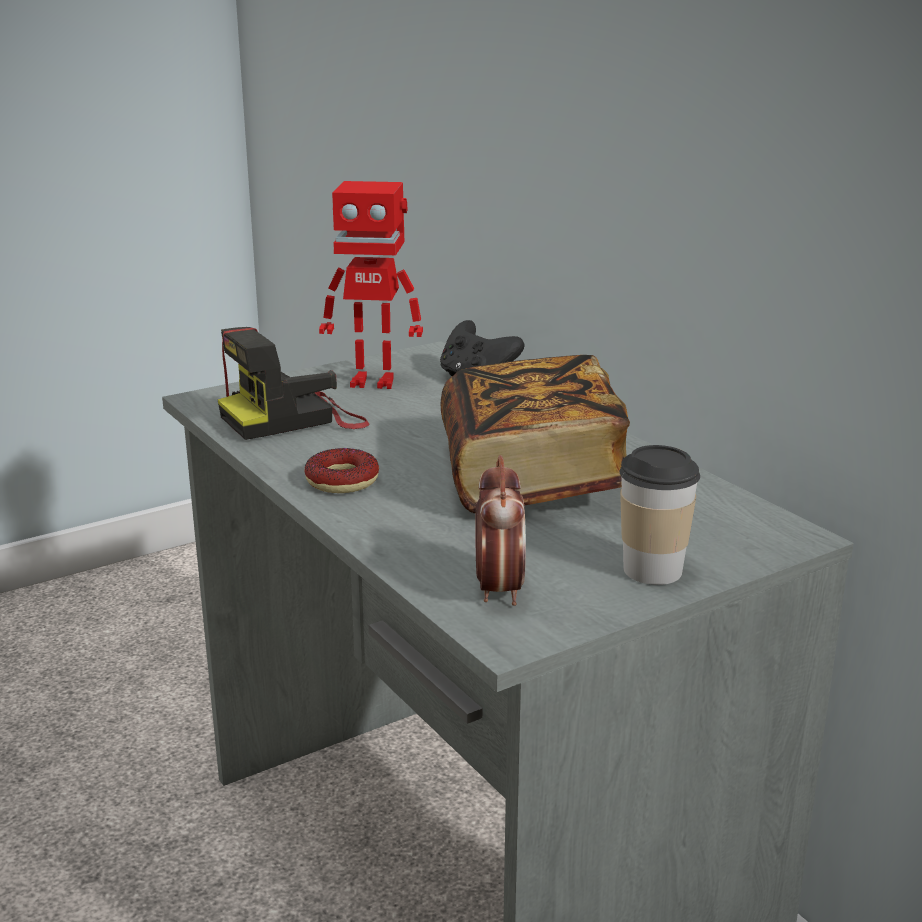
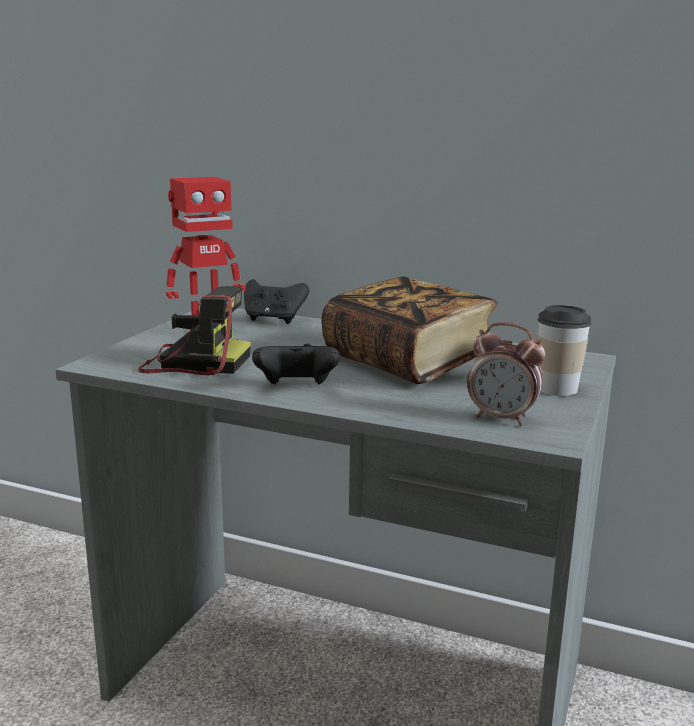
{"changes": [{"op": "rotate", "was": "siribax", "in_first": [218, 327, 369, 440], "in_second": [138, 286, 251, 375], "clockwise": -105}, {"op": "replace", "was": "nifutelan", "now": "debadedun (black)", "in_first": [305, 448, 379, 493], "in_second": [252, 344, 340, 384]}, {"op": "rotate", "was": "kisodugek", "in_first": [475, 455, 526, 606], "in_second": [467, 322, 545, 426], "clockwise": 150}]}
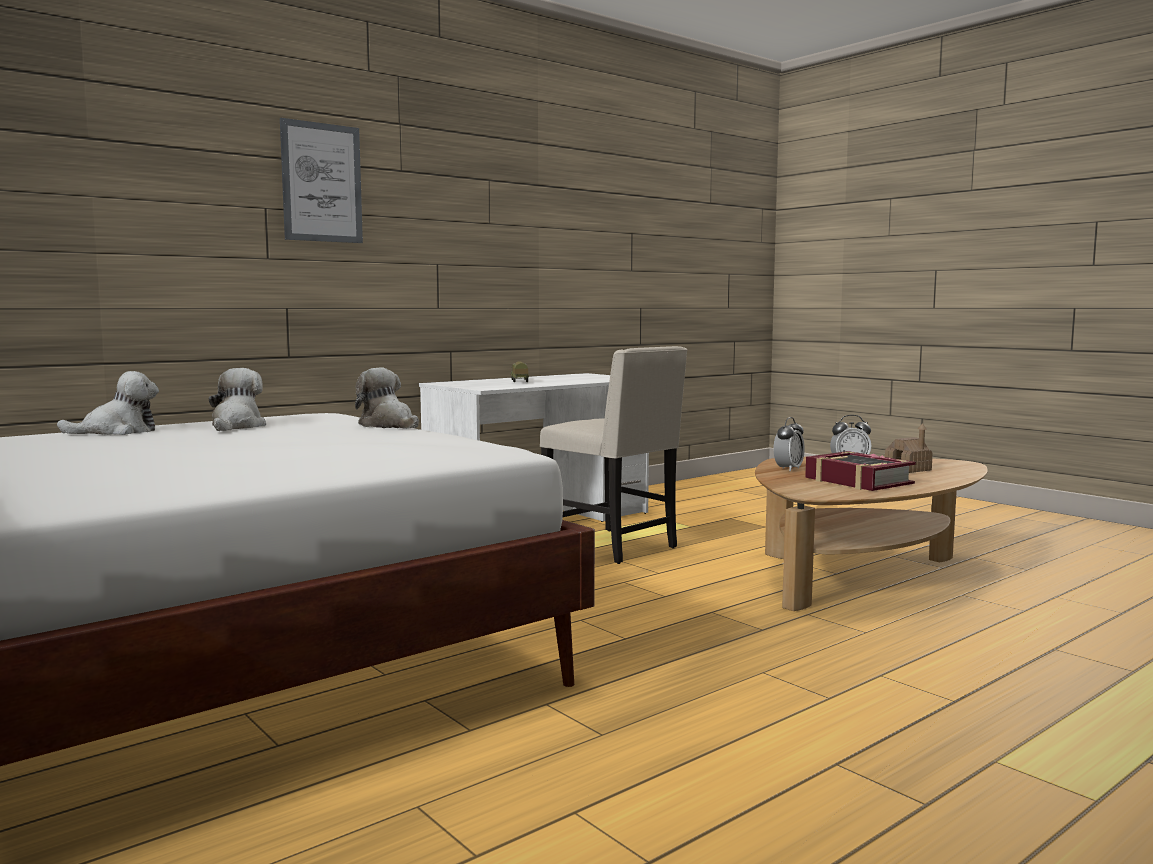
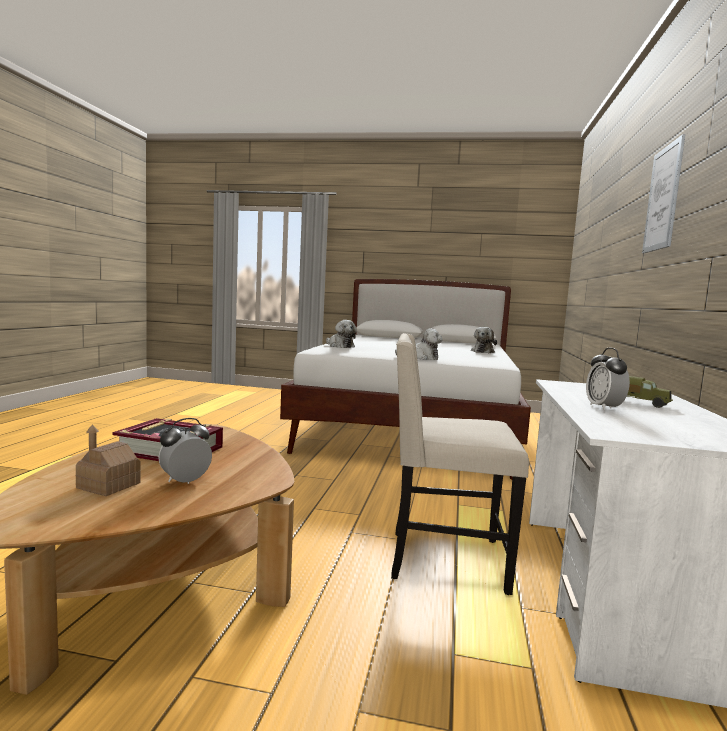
{"changes": [{"op": "move", "was": "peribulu", "in_first": [209, 368, 266, 431], "in_second": [326, 320, 357, 348]}, {"op": "move", "was": "kisodugek", "in_first": [774, 417, 805, 471], "in_second": [586, 348, 630, 411]}]}
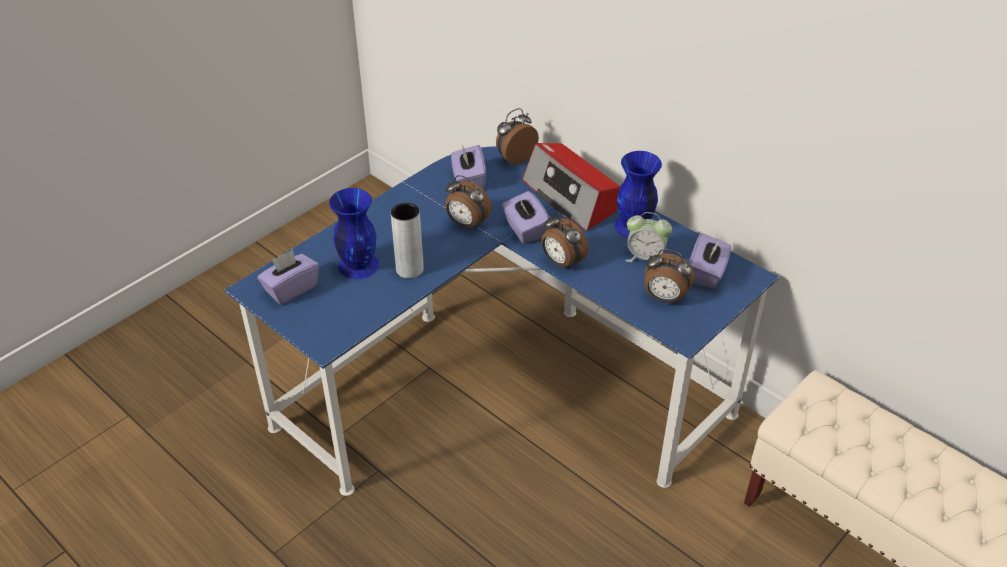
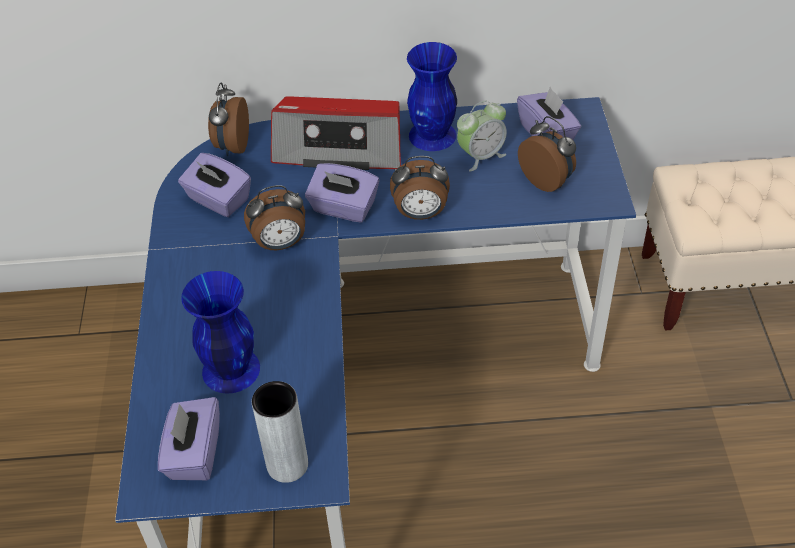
{"changes": [{"op": "move", "was": "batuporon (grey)", "in_first": [391, 203, 424, 278], "in_second": [252, 381, 308, 483]}, {"op": "rotate", "was": "kisodugek", "in_first": [644, 249, 694, 303], "in_second": [518, 116, 576, 192], "clockwise": -105}]}
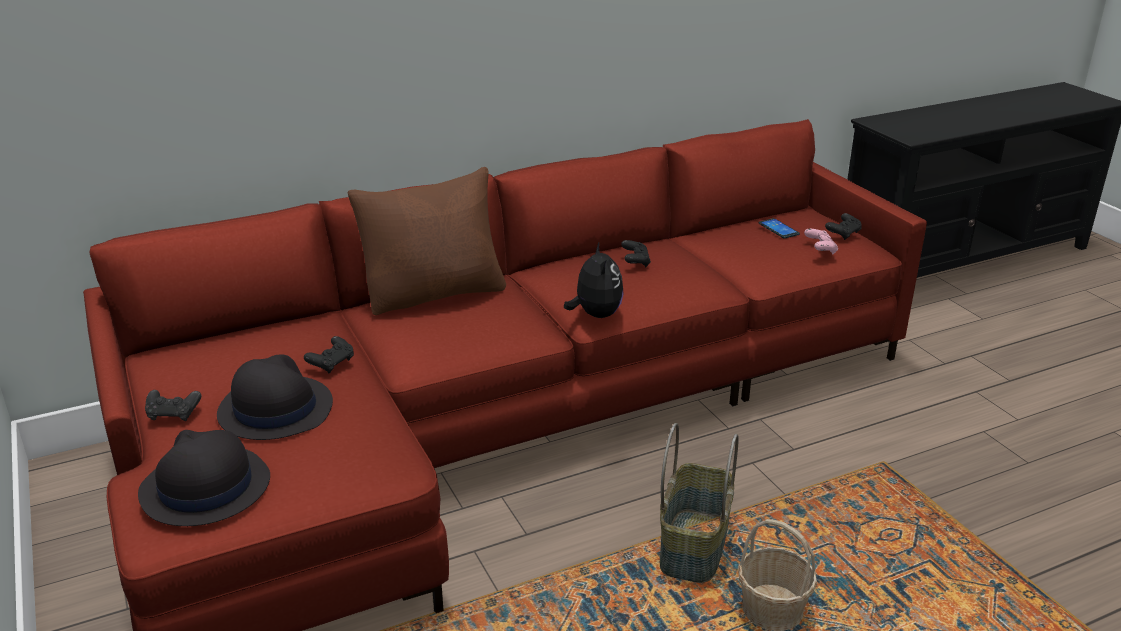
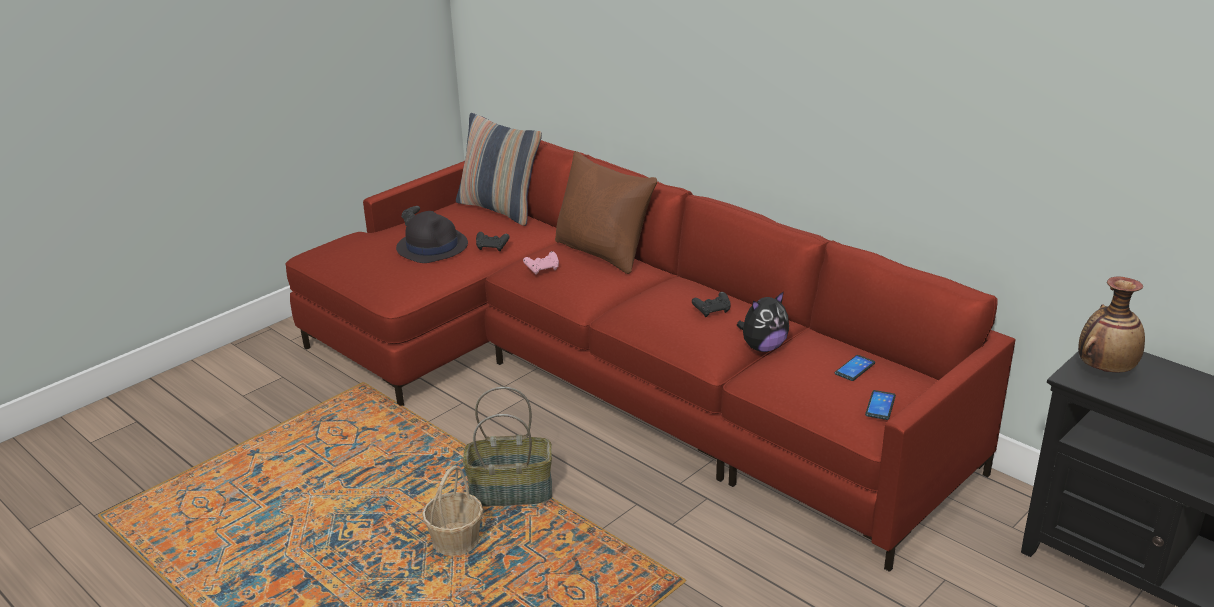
{"changes": [{"op": "insert", "now": "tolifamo", "in_second": [456, 113, 542, 226]}, {"op": "move", "was": "debadedun (pink)", "in_first": [804, 229, 838, 254], "in_second": [523, 251, 559, 275]}, {"op": "move", "was": "peribulu", "in_first": [564, 243, 623, 318], "in_second": [736, 291, 789, 352]}, {"op": "replace", "was": "debadedun (black)", "now": "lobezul", "in_first": [825, 213, 862, 240], "in_second": [865, 390, 896, 420]}, {"op": "insert", "now": "batuporon", "in_second": [1078, 276, 1145, 372]}, {"op": "delete", "was": "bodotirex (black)", "in_first": [138, 430, 270, 526]}]}
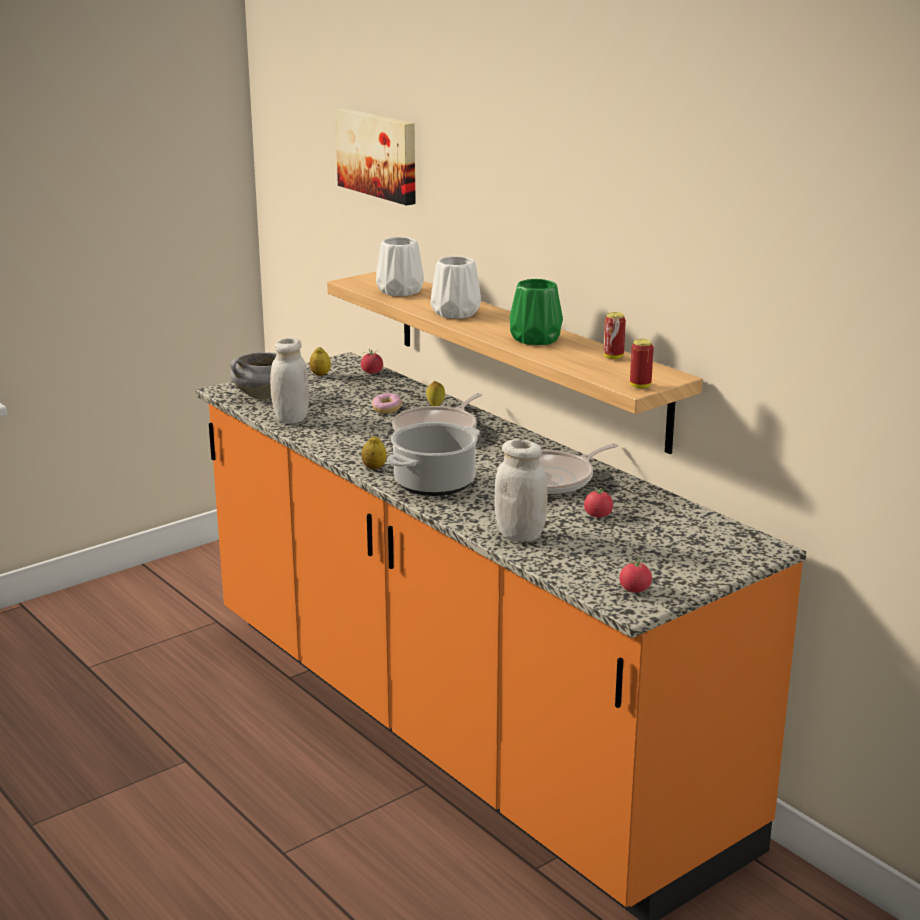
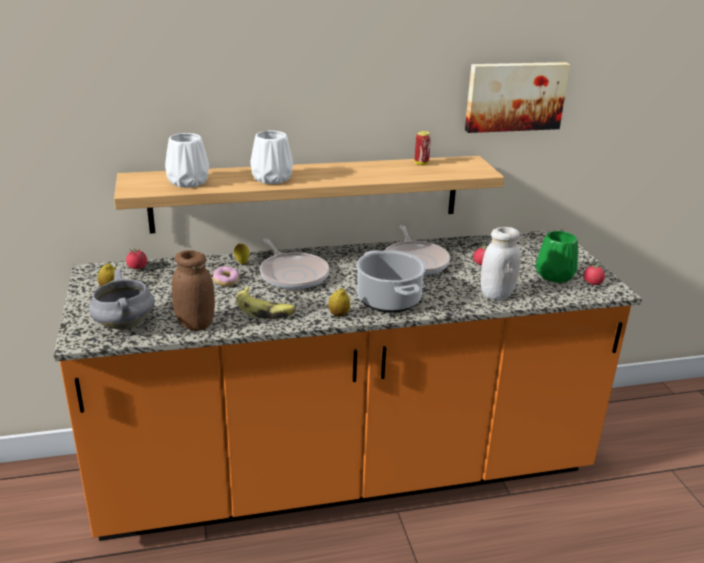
{"changes": [{"op": "recolor", "was": "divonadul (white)", "now": "divonadul (brown)", "in_first": [270, 338, 309, 424], "in_second": [172, 250, 215, 330]}, {"op": "insert", "now": "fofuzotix", "in_second": [236, 287, 296, 319]}, {"op": "move", "was": "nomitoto", "in_first": [335, 108, 416, 206], "in_second": [465, 62, 570, 133]}, {"op": "move", "was": "batuporon (green)", "in_first": [510, 279, 563, 345], "in_second": [535, 231, 578, 283]}, {"op": "delete", "was": "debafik", "in_first": [630, 339, 654, 388]}]}
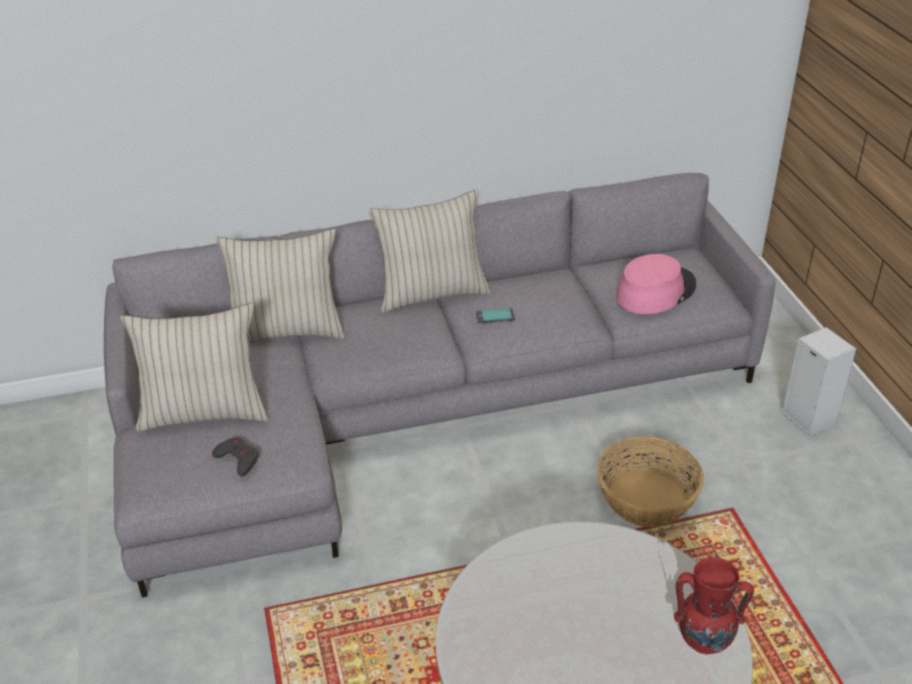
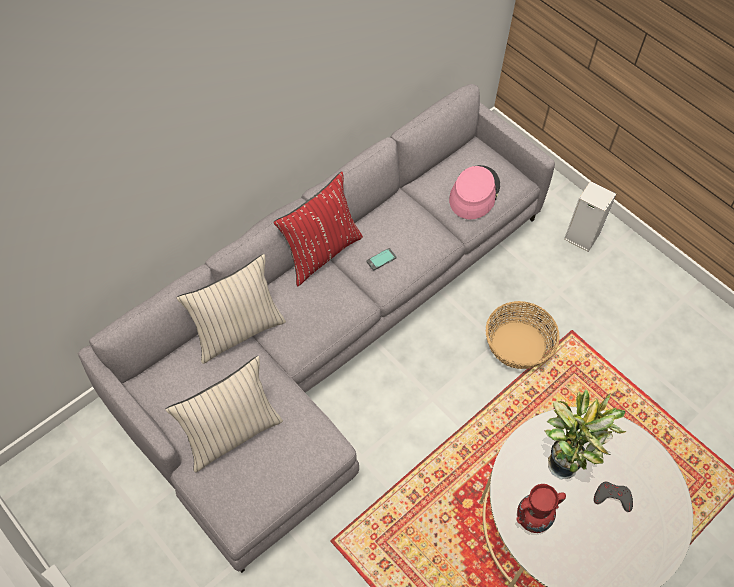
{"changes": [{"op": "recolor", "was": "tolifamo (beige)", "now": "tolifamo (red)", "in_first": [368, 190, 490, 313], "in_second": [273, 171, 363, 286]}, {"op": "move", "was": "batuporon (red)", "in_first": [674, 557, 754, 654], "in_second": [516, 484, 566, 533]}, {"op": "insert", "now": "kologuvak", "in_second": [545, 389, 627, 479]}, {"op": "move", "was": "debadedun (grey)", "in_first": [212, 438, 259, 476], "in_second": [594, 482, 633, 512]}]}
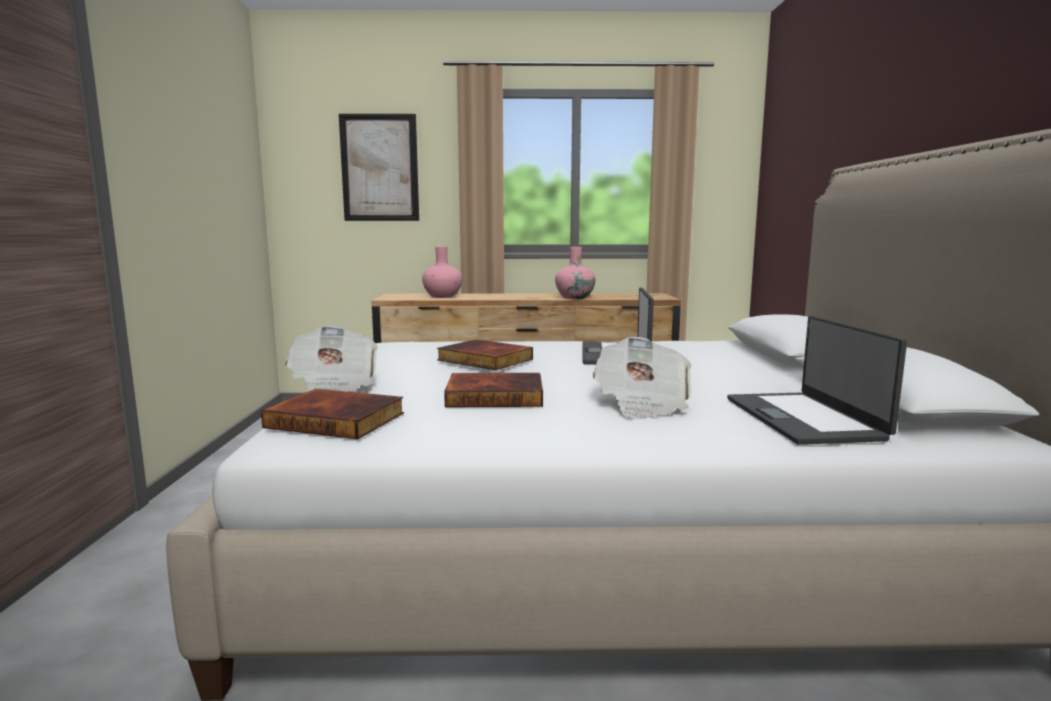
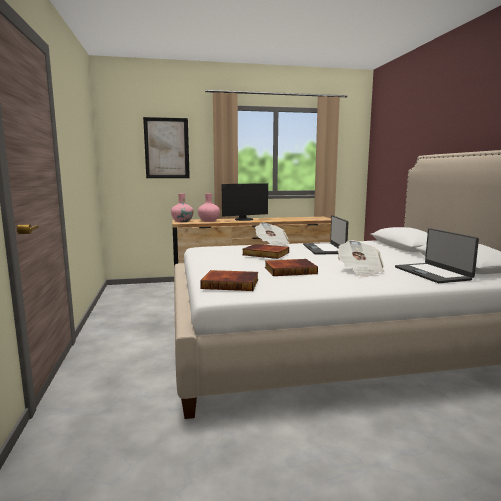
{"changes": [{"op": "move", "was": "batuporon (pink)", "in_first": [555, 247, 596, 299], "in_second": [171, 193, 194, 222]}, {"op": "insert", "now": "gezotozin", "in_second": [222, 183, 268, 221]}, {"op": "move", "was": "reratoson", "in_first": [285, 326, 378, 391], "in_second": [255, 223, 290, 246]}]}
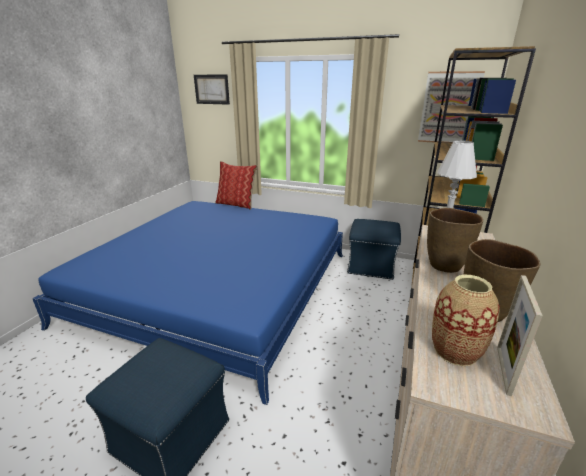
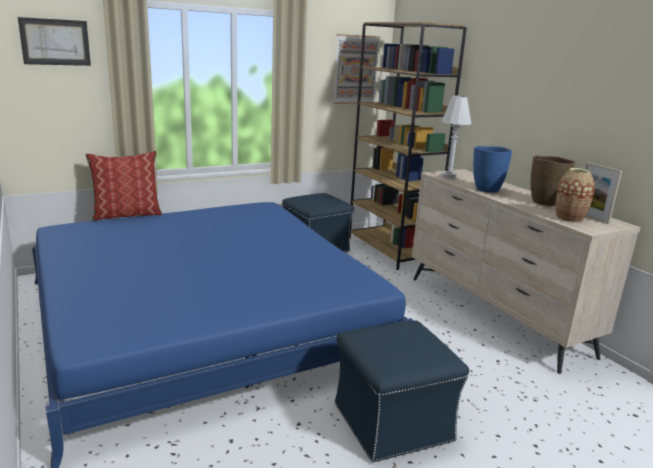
{"changes": [{"op": "recolor", "was": "batuporon (brown)", "now": "batuporon (blue)", "in_first": [427, 208, 483, 273], "in_second": [473, 146, 512, 193]}]}
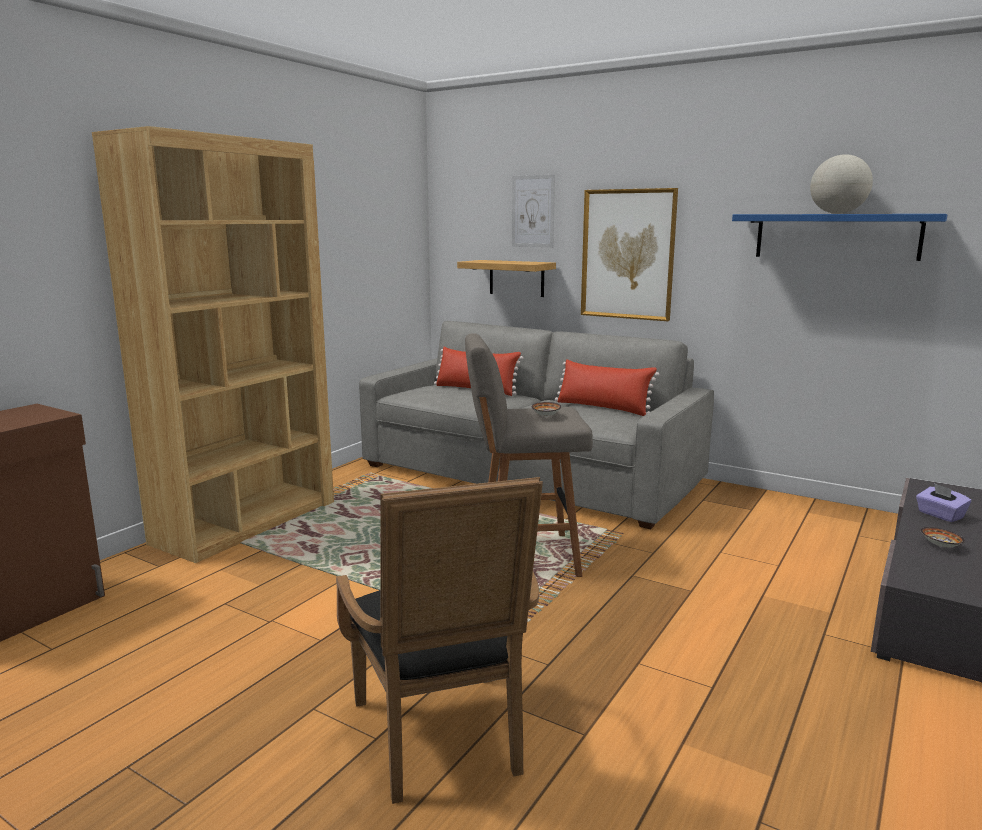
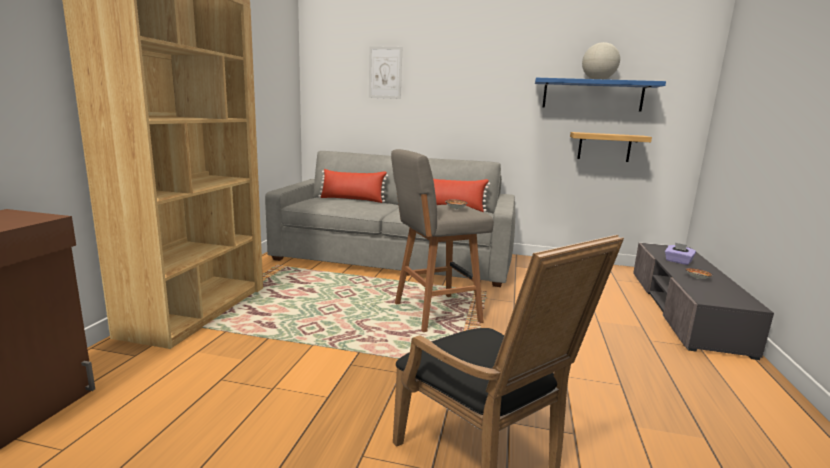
{"changes": [{"op": "move", "was": "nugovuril", "in_first": [457, 260, 556, 297], "in_second": [570, 132, 652, 162]}, {"op": "delete", "was": "nomitoto", "in_first": [581, 188, 678, 321]}]}
